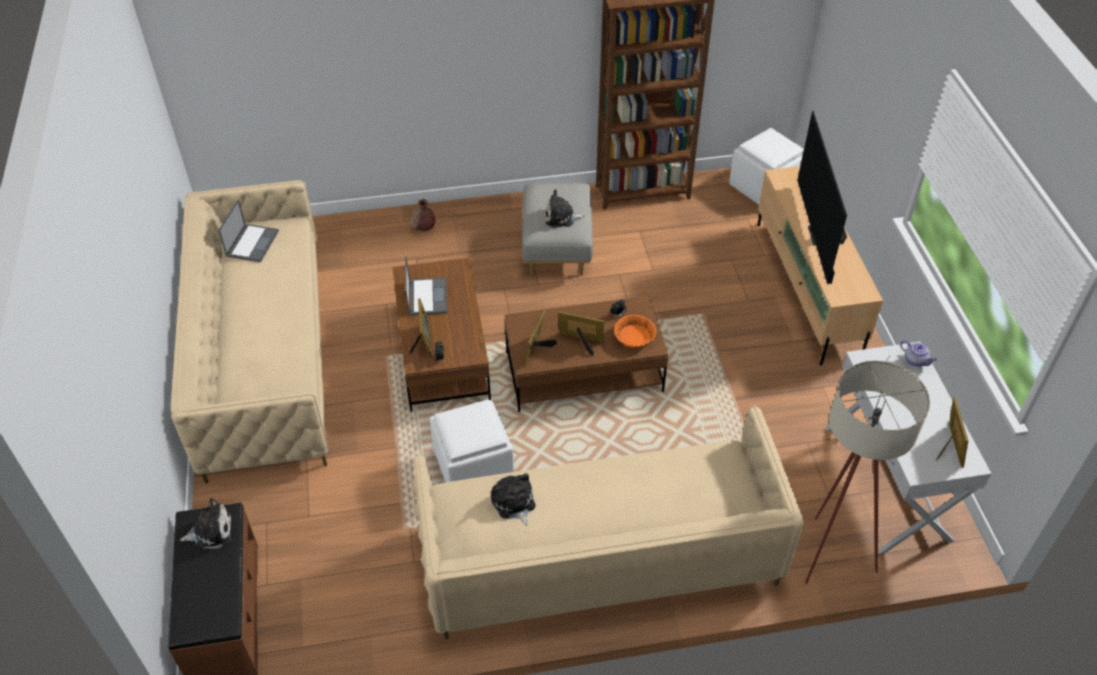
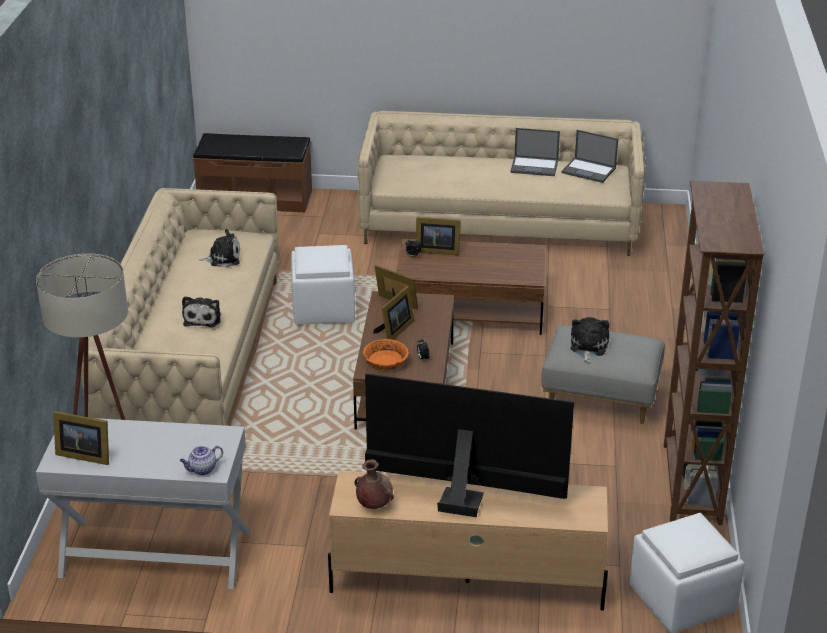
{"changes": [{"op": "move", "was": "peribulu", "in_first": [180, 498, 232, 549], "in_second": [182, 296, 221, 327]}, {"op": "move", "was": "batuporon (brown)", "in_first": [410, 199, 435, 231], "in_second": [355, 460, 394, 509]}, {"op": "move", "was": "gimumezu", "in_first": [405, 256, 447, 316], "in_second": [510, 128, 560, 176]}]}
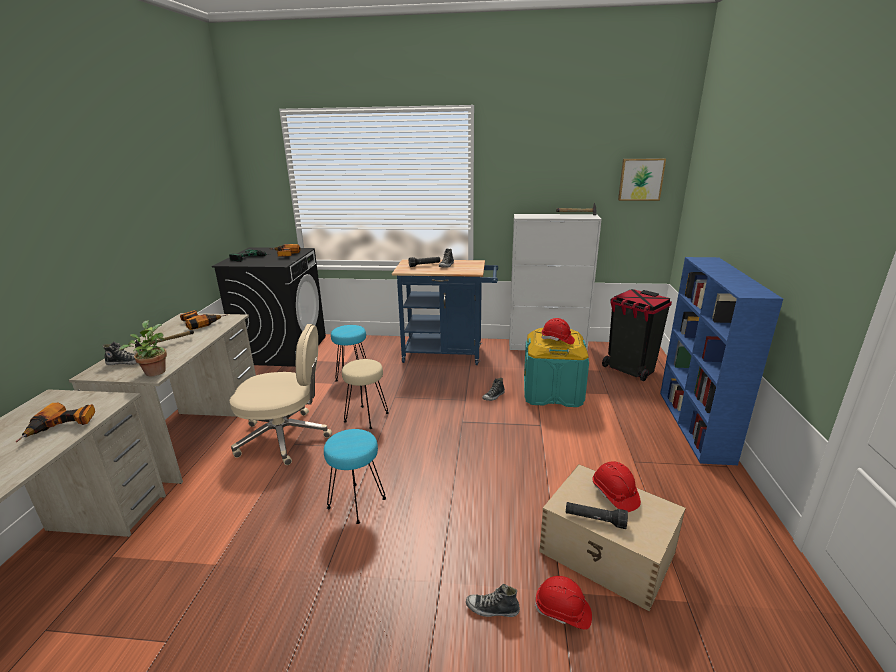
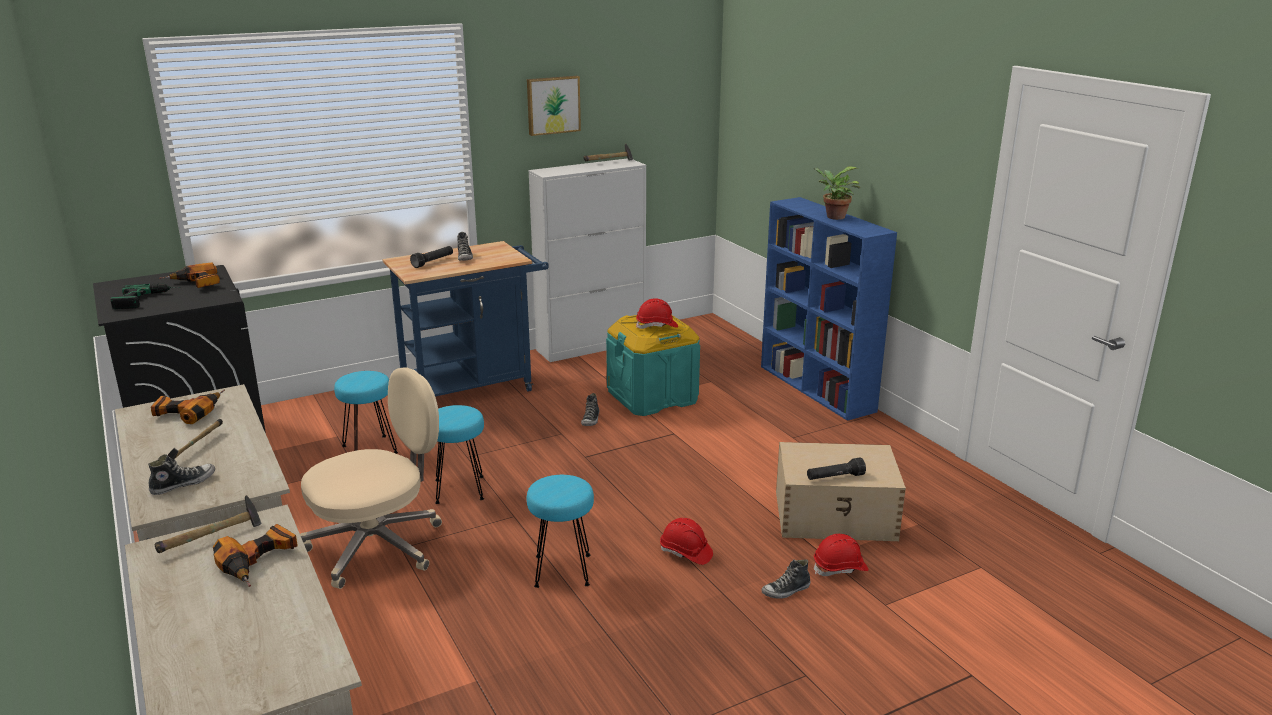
{"changes": [{"op": "insert", "now": "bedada", "in_second": [154, 495, 261, 553]}, {"op": "recolor", "was": "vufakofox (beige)", "now": "vufakofox (turquoise)", "in_first": [342, 359, 389, 429], "in_second": [435, 405, 484, 504]}, {"op": "move", "was": "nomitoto", "in_first": [618, 158, 666, 201], "in_second": [527, 76, 581, 136]}, {"op": "move", "was": "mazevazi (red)", "in_first": [593, 462, 641, 512], "in_second": [660, 518, 713, 565]}, {"op": "move", "was": "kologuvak", "in_first": [119, 321, 167, 377], "in_second": [813, 166, 860, 220]}, {"op": "delete", "was": "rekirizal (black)", "in_first": [602, 289, 672, 381]}]}
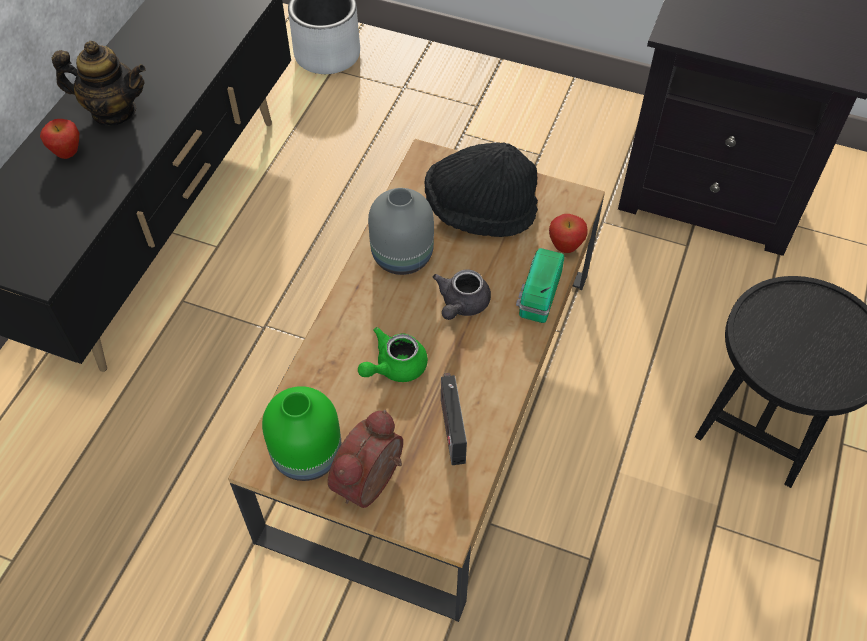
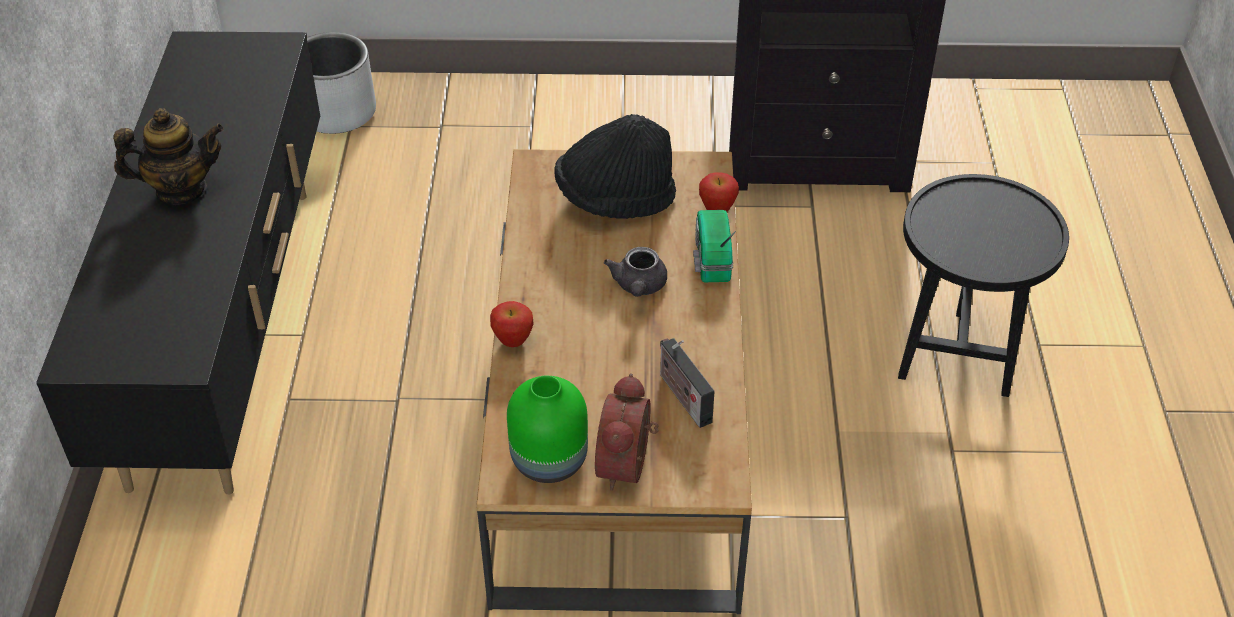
{"changes": [{"op": "move", "was": "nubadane", "in_first": [40, 119, 79, 159], "in_second": [490, 301, 534, 347]}, {"op": "delete", "was": "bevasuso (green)", "in_first": [358, 327, 428, 382]}, {"op": "delete", "was": "batuporon (grey)", "in_first": [368, 188, 434, 275]}]}
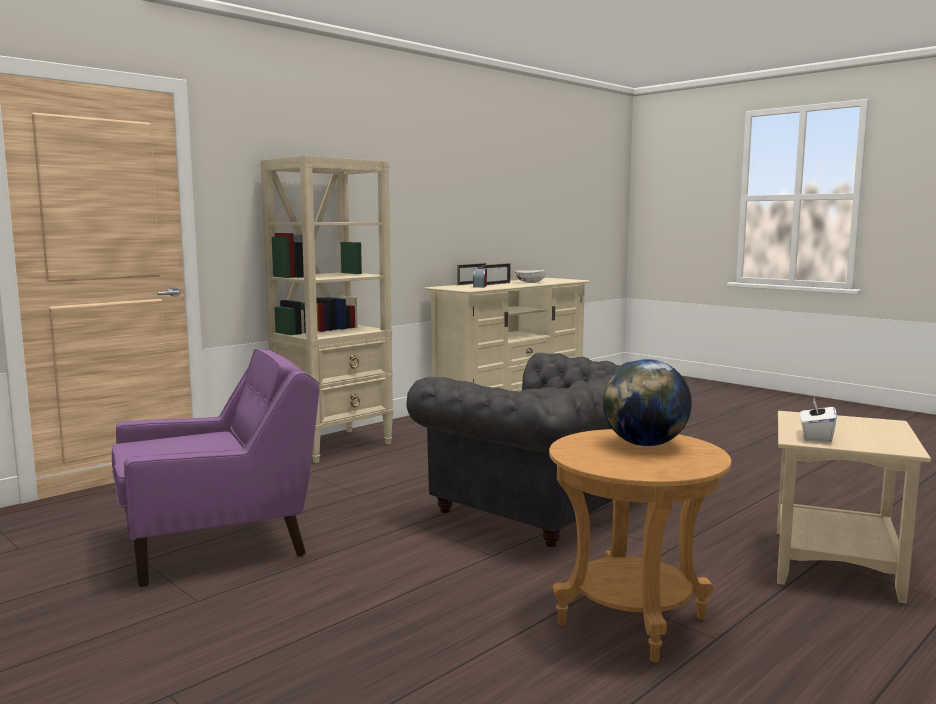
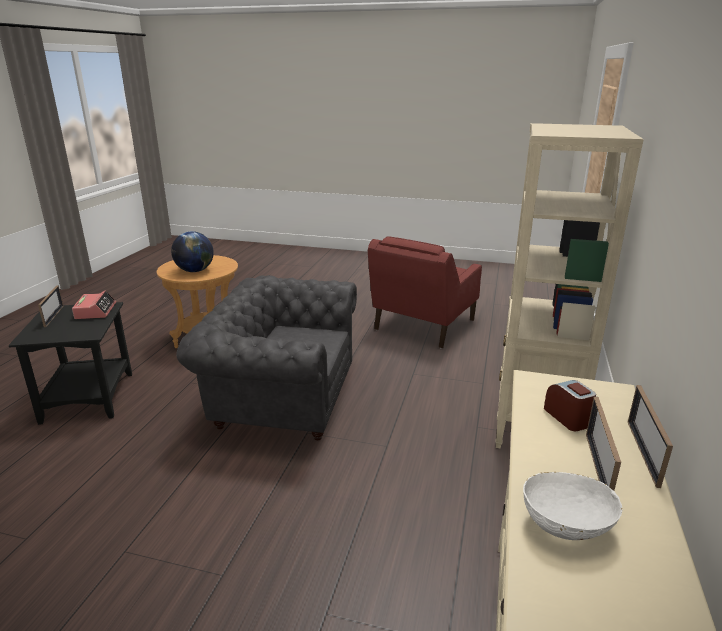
{"changes": [{"op": "recolor", "was": "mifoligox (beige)", "now": "mifoligox (black)", "in_first": [777, 411, 931, 604], "in_second": [9, 302, 132, 425]}, {"op": "insert", "now": "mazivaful", "in_second": [38, 285, 63, 327]}, {"op": "replace", "was": "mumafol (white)", "now": "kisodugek", "in_first": [800, 397, 837, 443], "in_second": [72, 290, 116, 319]}, {"op": "recolor", "was": "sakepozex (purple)", "now": "sakepozex (red)", "in_first": [112, 348, 319, 587], "in_second": [368, 236, 482, 348]}]}
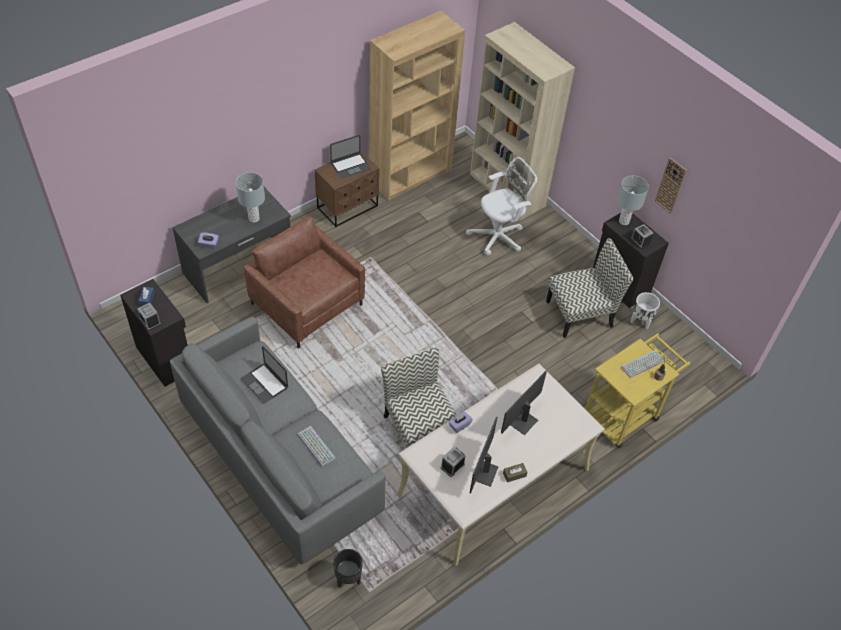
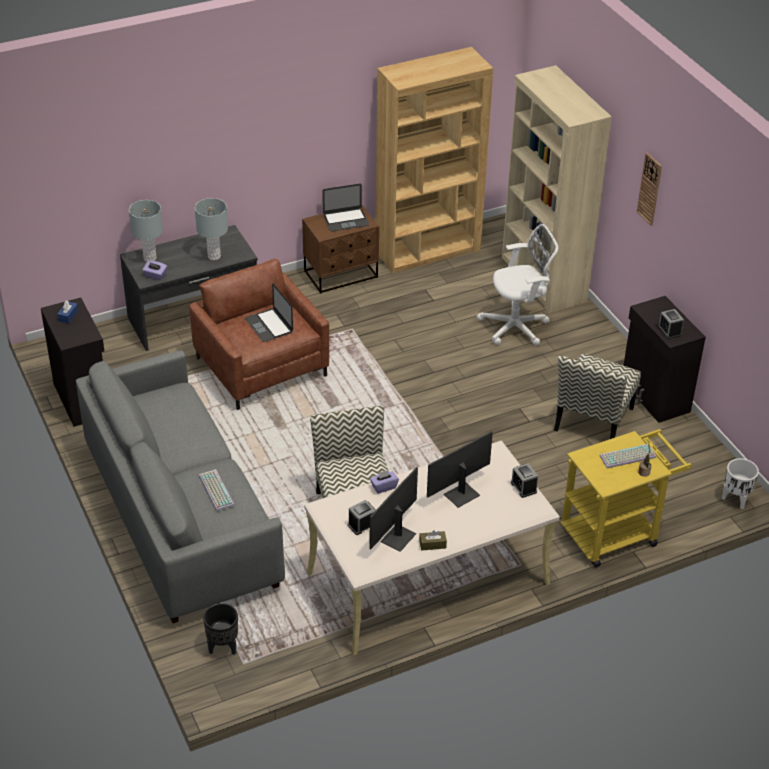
{"changes": [{"op": "move", "was": "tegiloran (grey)", "in_first": [617, 176, 649, 225], "in_second": [129, 200, 163, 262]}, {"op": "move", "was": "gimumezu", "in_first": [241, 346, 288, 404], "in_second": [245, 283, 293, 342]}, {"op": "move", "was": "kisodugek", "in_first": [137, 302, 161, 330], "in_second": [511, 463, 538, 498]}, {"op": "rotate", "was": "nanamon", "in_first": [546, 238, 633, 338], "in_second": [554, 354, 641, 439], "clockwise": 120}, {"op": "move", "was": "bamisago", "in_first": [655, 157, 687, 214], "in_second": [637, 153, 662, 226]}, {"op": "move", "was": "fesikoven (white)", "in_first": [631, 292, 660, 329], "in_second": [722, 458, 759, 509]}]}
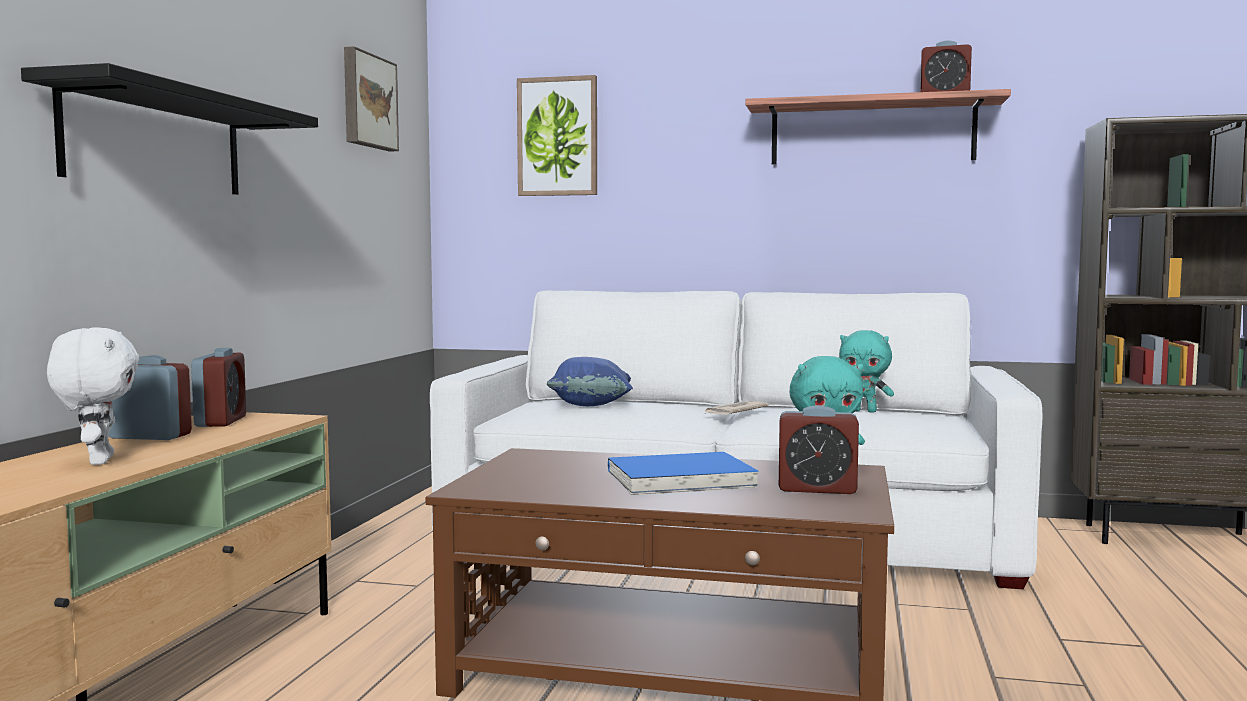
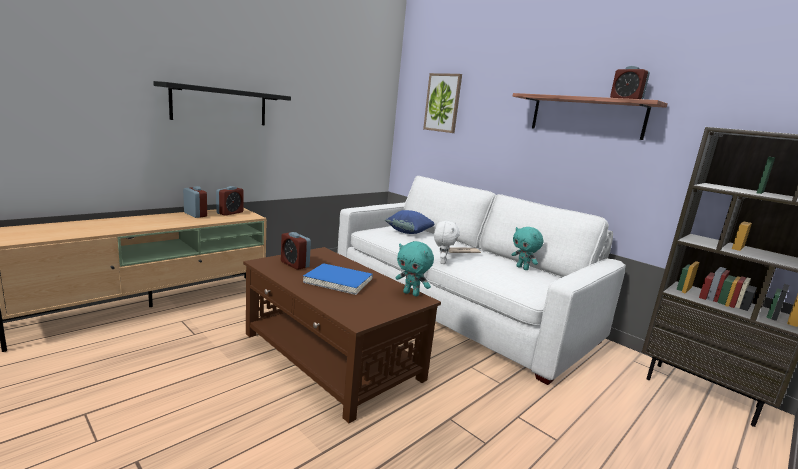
{"changes": [{"op": "move", "was": "kisodugek", "in_first": [779, 405, 859, 494], "in_second": [281, 232, 311, 270]}, {"op": "move", "was": "peribulu (white)", "in_first": [47, 327, 139, 465], "in_second": [434, 221, 460, 264]}, {"op": "delete", "was": "nomitoto", "in_first": [344, 46, 399, 151]}]}
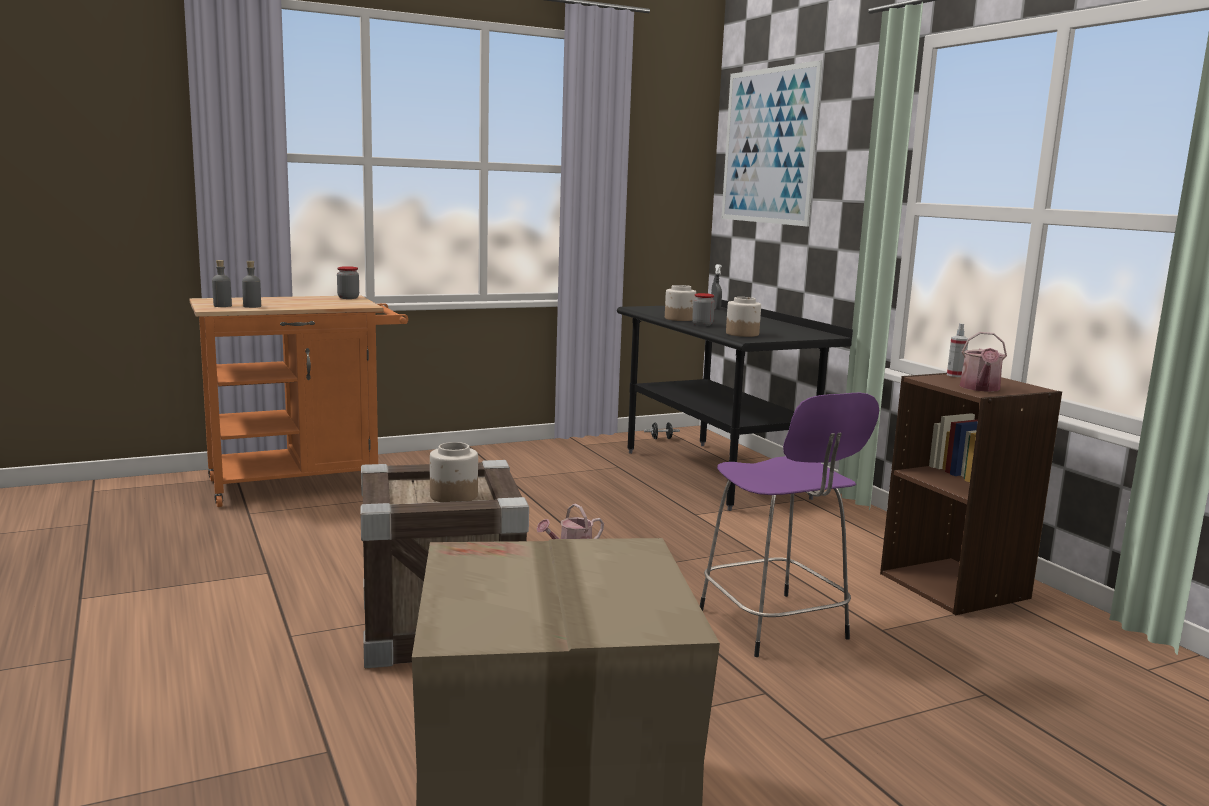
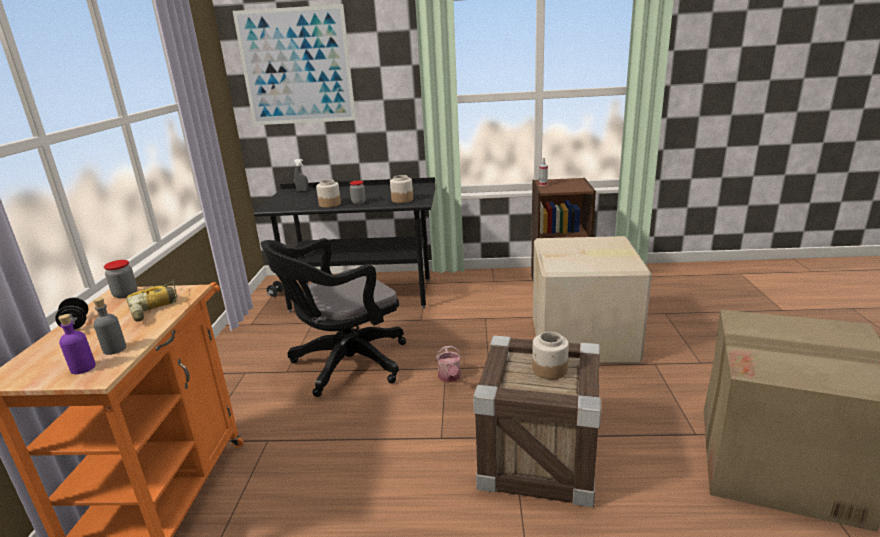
{"changes": [{"op": "insert", "now": "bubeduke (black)", "in_second": [55, 298, 88, 330]}, {"op": "recolor", "was": "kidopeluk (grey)", "now": "kidopeluk (purple)", "in_first": [212, 260, 232, 307], "in_second": [58, 314, 96, 374]}, {"op": "insert", "now": "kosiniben", "in_second": [126, 280, 177, 322]}, {"op": "insert", "now": "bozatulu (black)", "in_second": [261, 238, 406, 397]}, {"op": "replace", "was": "vufakofox (purple)", "now": "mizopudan", "in_first": [700, 393, 879, 657], "in_second": [533, 236, 652, 364]}, {"op": "delete", "was": "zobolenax", "in_first": [960, 332, 1007, 392]}]}
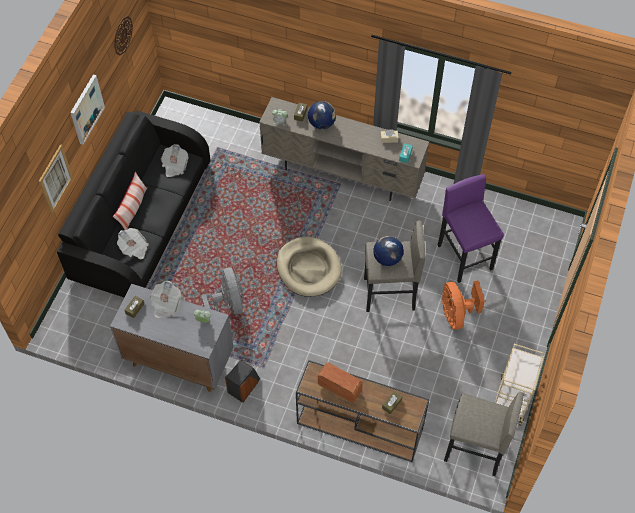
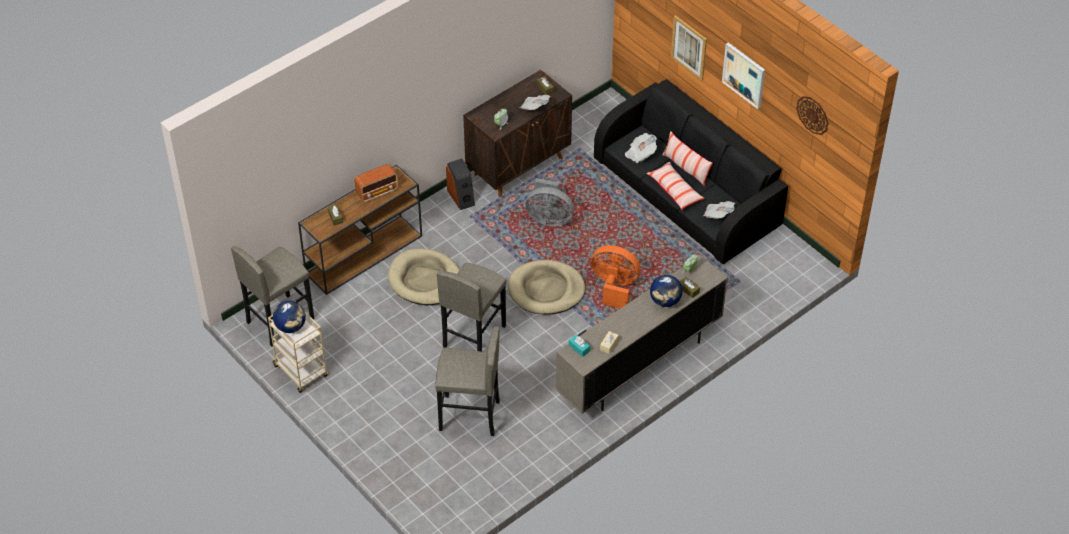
{"changes": [{"op": "move", "was": "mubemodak", "in_first": [373, 236, 404, 266], "in_second": [273, 301, 306, 333]}, {"op": "insert", "now": "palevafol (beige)", "in_second": [388, 248, 460, 305]}, {"op": "recolor", "was": "vufakofox (purple)", "now": "vufakofox (grey)", "in_first": [437, 174, 504, 283], "in_second": [435, 326, 500, 436]}, {"op": "recolor", "was": "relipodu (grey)", "now": "relipodu (brown)", "in_first": [110, 284, 234, 392], "in_second": [463, 70, 572, 197]}, {"op": "move", "was": "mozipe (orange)", "in_first": [442, 281, 485, 330], "in_second": [591, 245, 640, 309]}, {"op": "insert", "now": "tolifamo", "in_second": [646, 162, 705, 210]}]}
